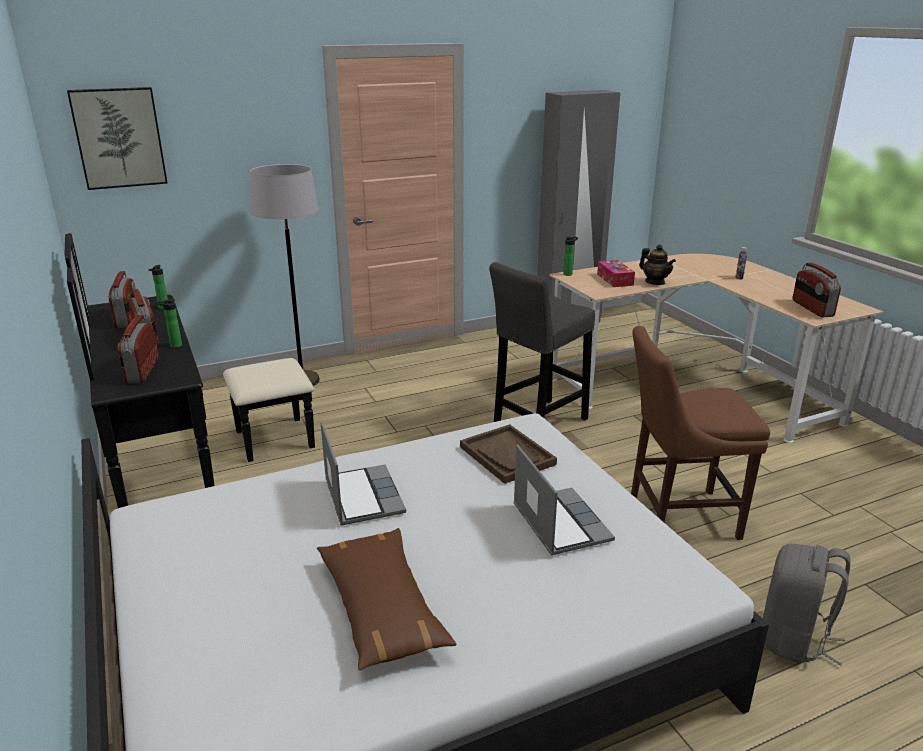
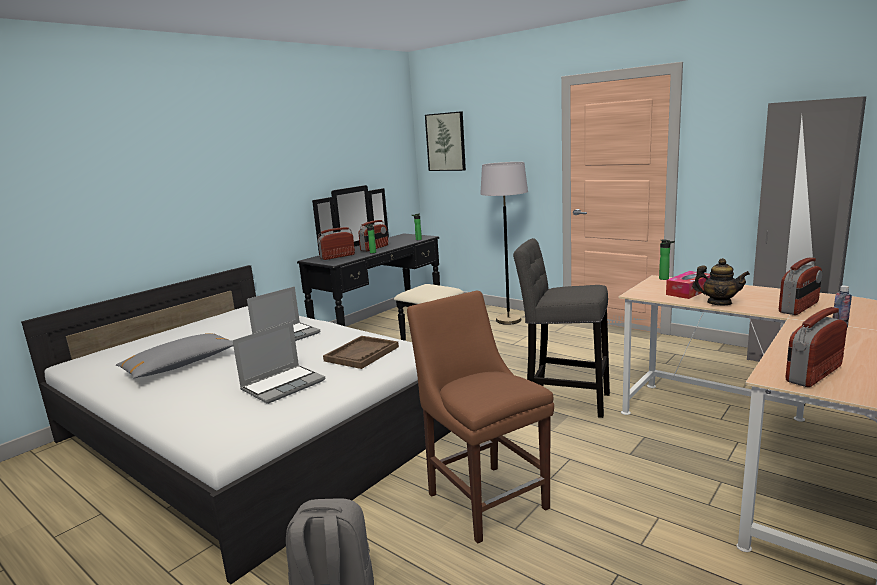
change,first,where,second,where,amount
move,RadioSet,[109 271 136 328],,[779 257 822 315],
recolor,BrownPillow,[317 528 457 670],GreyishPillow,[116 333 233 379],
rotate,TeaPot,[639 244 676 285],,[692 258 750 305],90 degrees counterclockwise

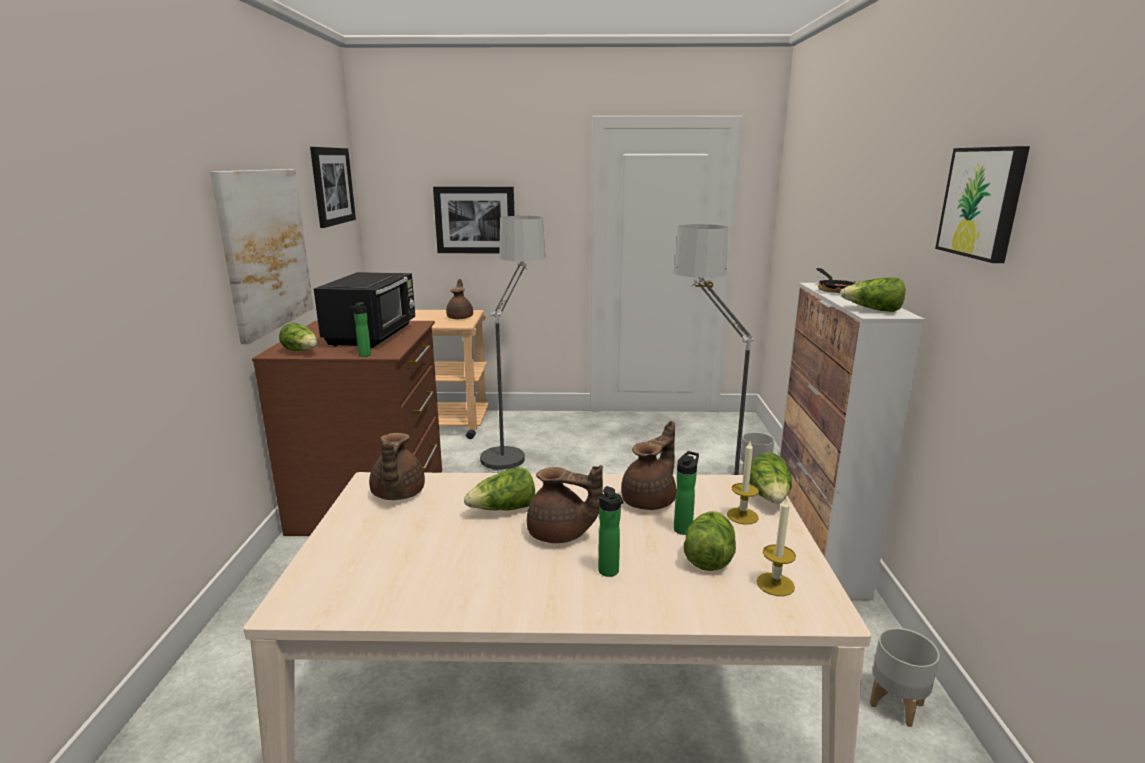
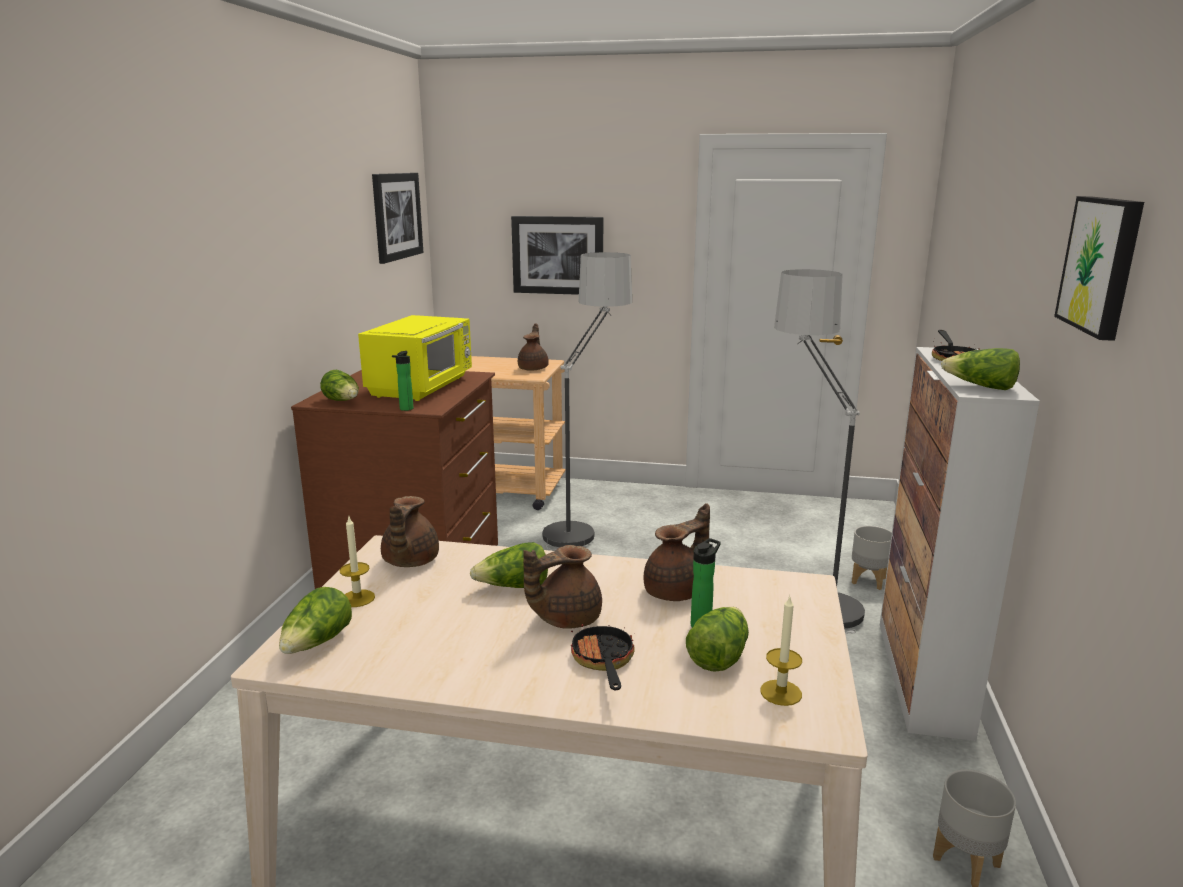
change,first,where,second,where,amount
delete,WallPicture,[211 169 314 344],,,
recolor,BlackishMicrowaveOven,[314 272 415 348],YellowMicrowaveOven,[358 315 472 401],
rotate,BrownTeaPot,[527 465 603 543],,[523 545 602 629],120 degrees clockwise
replace,DrinkBottle,[598 486 623 577],Pan,[571 615 635 690],
move,Candle,[727 441 759 525],,[340 517 375 607],
move,HeadOfLettuce,[749 453 792 503],,[279 587 352 654],

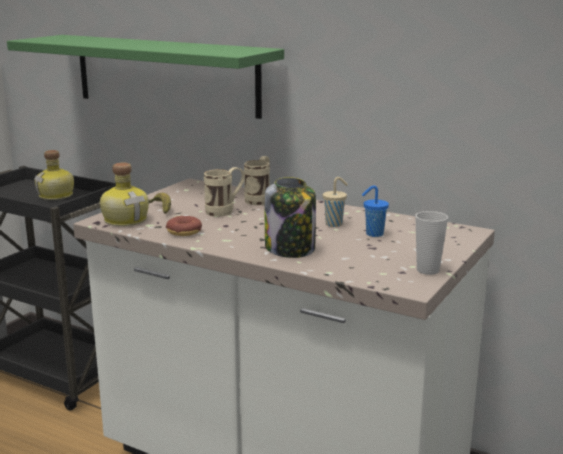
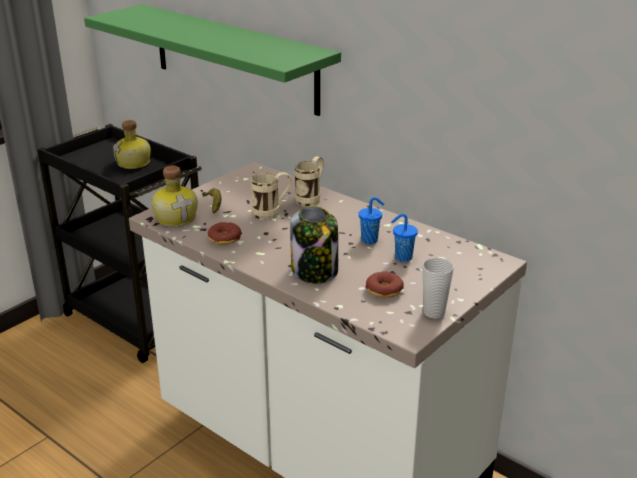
change,first,where,second,where,amount
recolor,BeigeColouredCup,[323 177 348 227],BlueColouredCup,[359 197 384 244],
insert,,,Donut,[365 272 404 298],

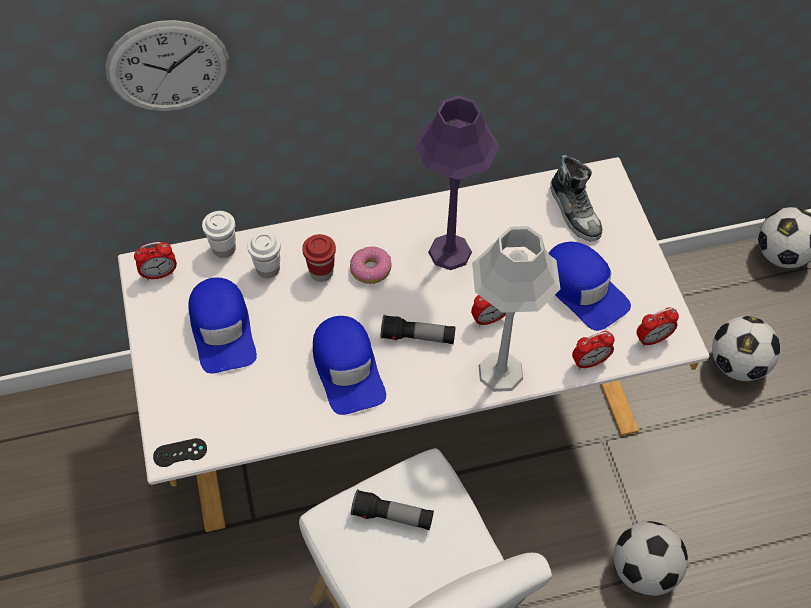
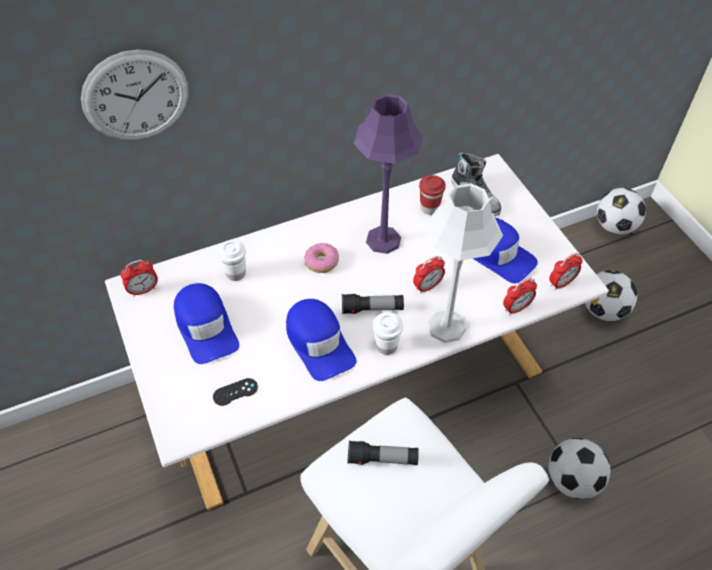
change,first,where,second,where,amount
move,BlackishJoypad,[153 438 207 467],,[213 378 258 406],
move,WhitishCup,[202 211 236 258],,[373 312 403 355],
move,RedCup,[302 234 336 282],,[419 175 446 215],

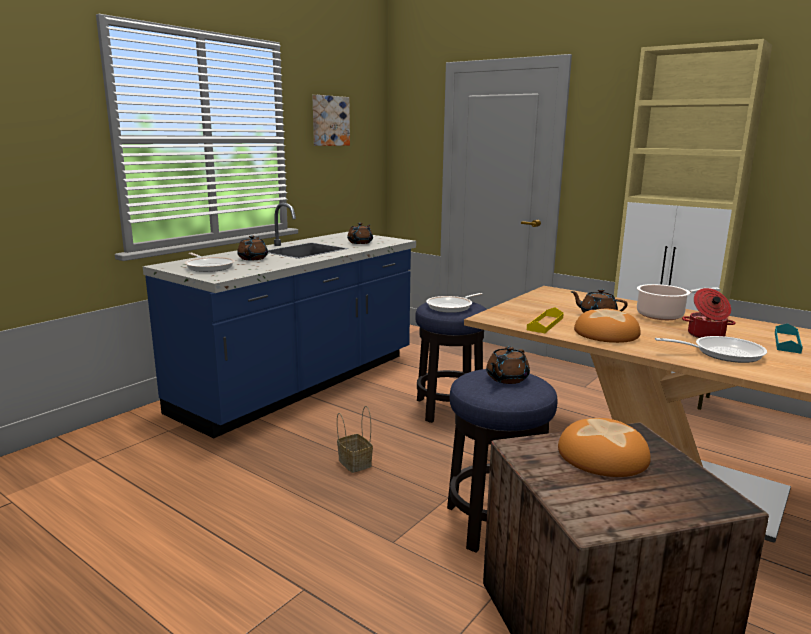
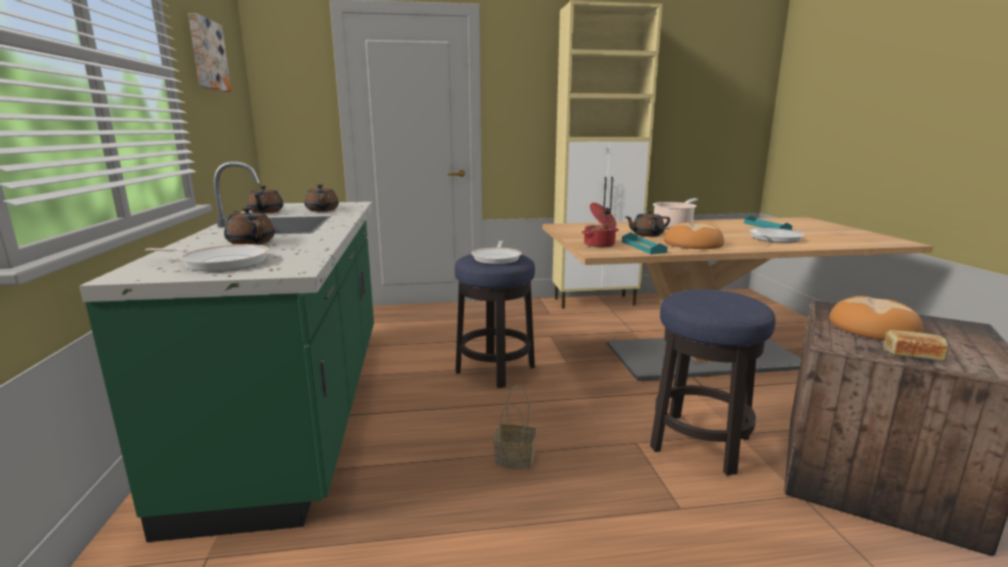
change,first,where,second,where,amount
recolor,BlueColouredKitchenCounter,[143 203 416 438],GreenColouredKitchenCounter,[79 162 374 542],
move,BrownTeaPot,[486 346 530 384],,[247 186 283 213],
recolor,YellowTray,[527 307 564 333],BlueGreenTray,[622 232 668 254],
move,CookingPot,[682 288 736 338],,[581 203 619 247],
insert,,,BakedBread,[884 330 949 361],

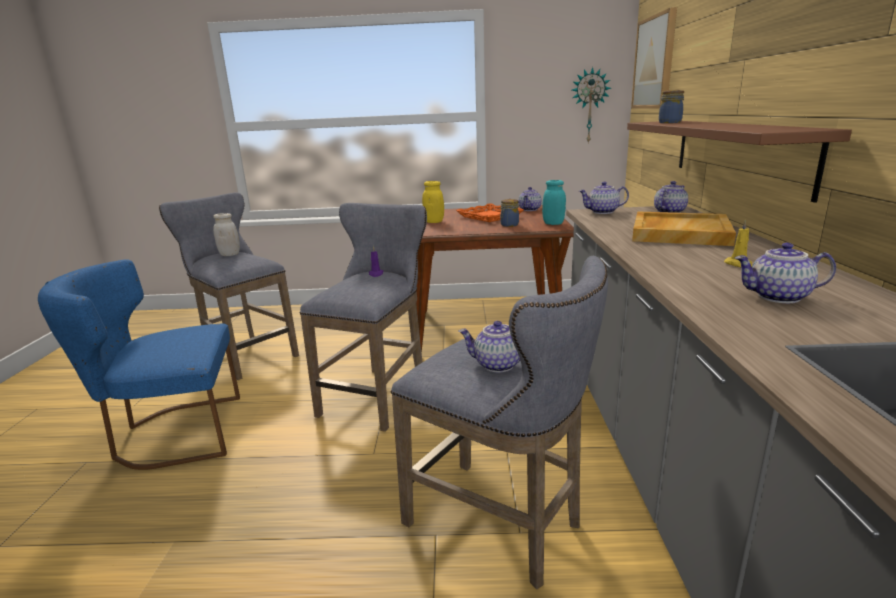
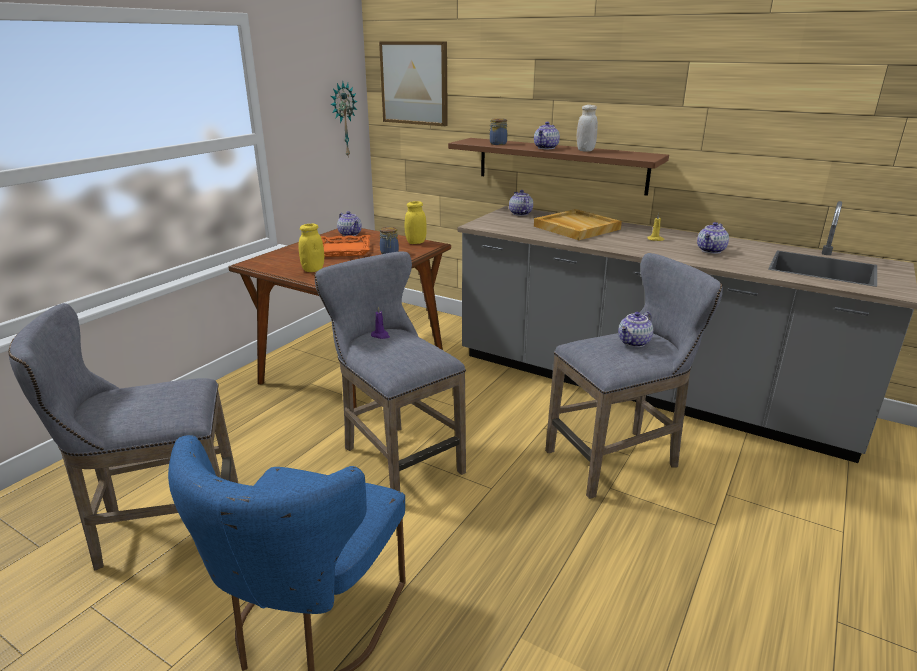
change,first,where,second,where,amount
move,WhitishStorageJar,[213 213 240 256],,[577 105 598 152],
recolor,BlueGreenStorageJar,[542 180 566 225],YellowStorageJar,[405 201 427 244],
move,TeaPot,[579 182 629 214],,[534 122 560 149],

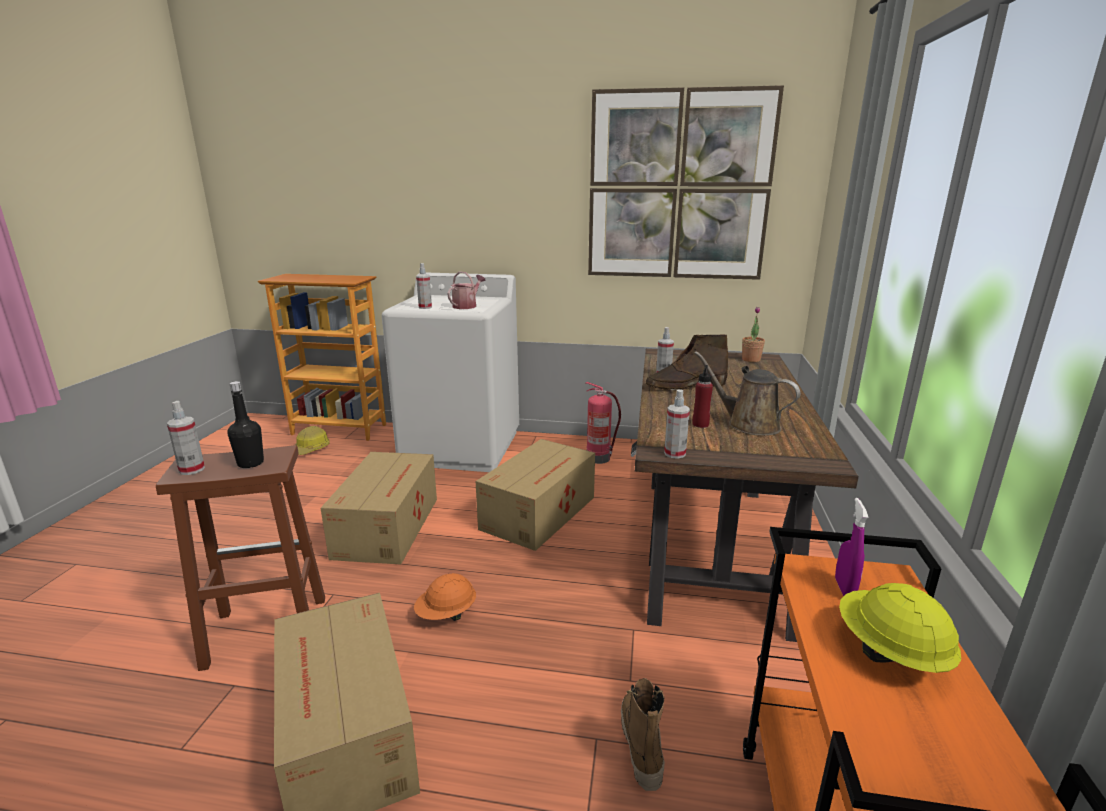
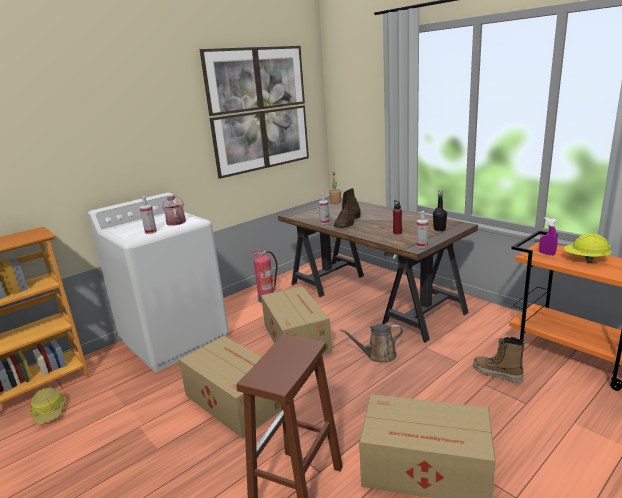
change,first,where,second,where,amount
delete,Sprayer,[167 401 205 475],,,
move,BlackishDrinkBottle,[227 381 264 468],,[433 190 447 231],
delete,OrangeColouredWorkHelmet,[414 573 476 621],,,
move,BrownWateringCan,[694 352 800 436],,[340 324 403 363],

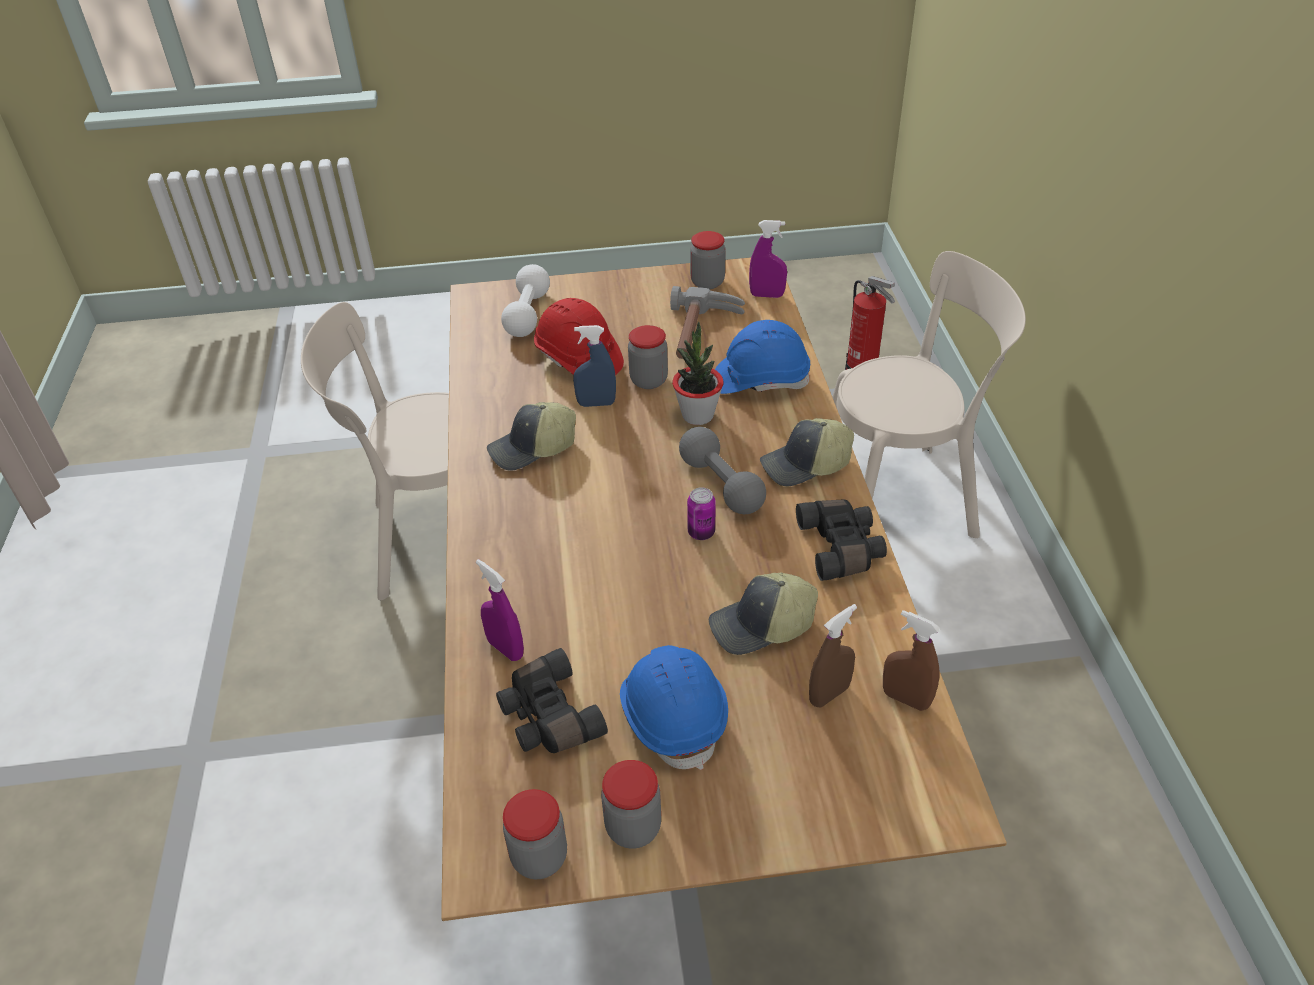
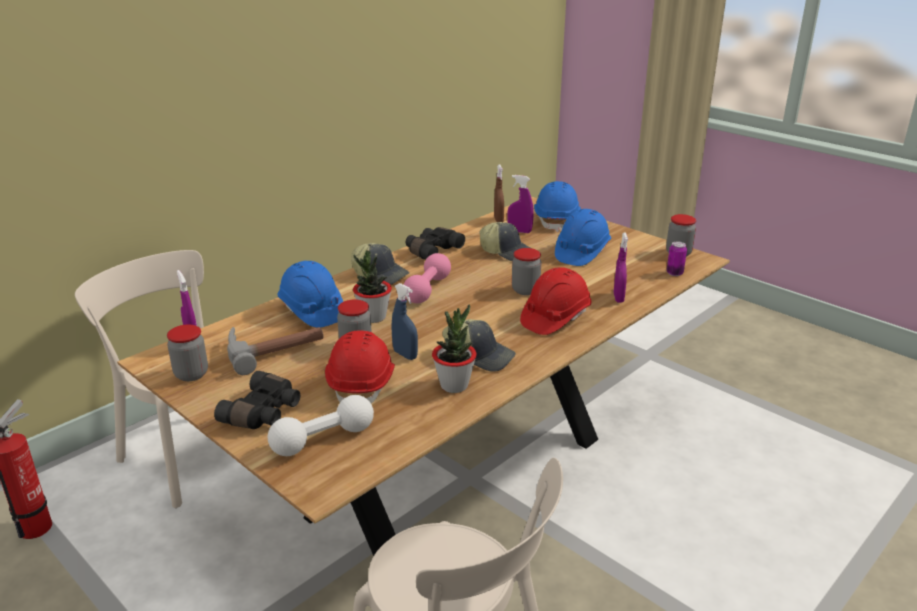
change,first,where,second,where,amount
move,BlackishFieldGlasses,[496 648 608 753],,[214 371 300 429],
move,StorageJar,[601 760 661 849],,[512 248 541 295],
recolor,GreyishFreeWeight,[679 427 766 514],PinkColouredFreeWeight,[404 253 451 303],
move,MetalCan,[687 487 716 540],,[667 241 687 276],
recolor,BrownSprayer,[809 604 857 708],PurpleColouredSprayer,[508 175 534 233],
insert,,,PottedPlant,[432 304 477 393],
insert,,,RedWorkHelmet,[520 267 591 335],
insert,,,BlueColouredWorkHelmet,[534 181 581 232],

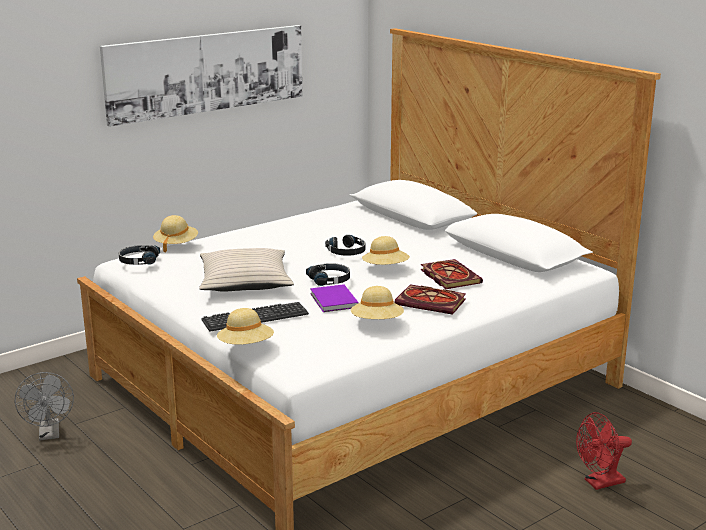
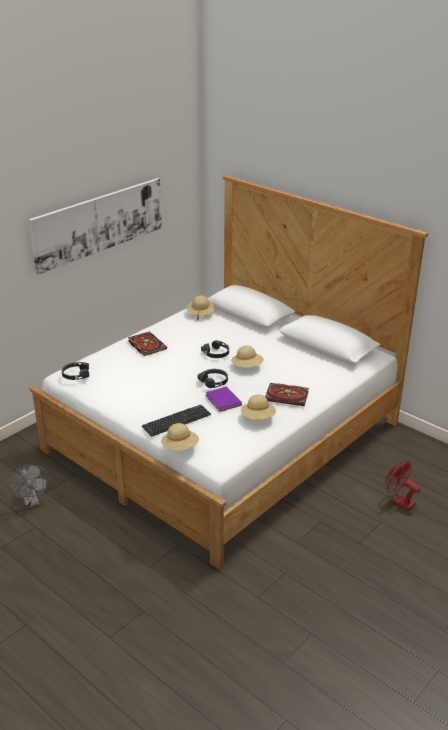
change,first,where,second,where,amount
move,BeigeColouredWearableHat,[153 215 198 253],,[187 295 215 321],
delete,BeigeColouredPillow,[199 248 294 291],,,
move,BoundBook,[420 259 483 289],,[128 331 167 356],
rotate,RedCoolingFan,[576 412 632 490],,[385 460 421 511],75 degrees clockwise

